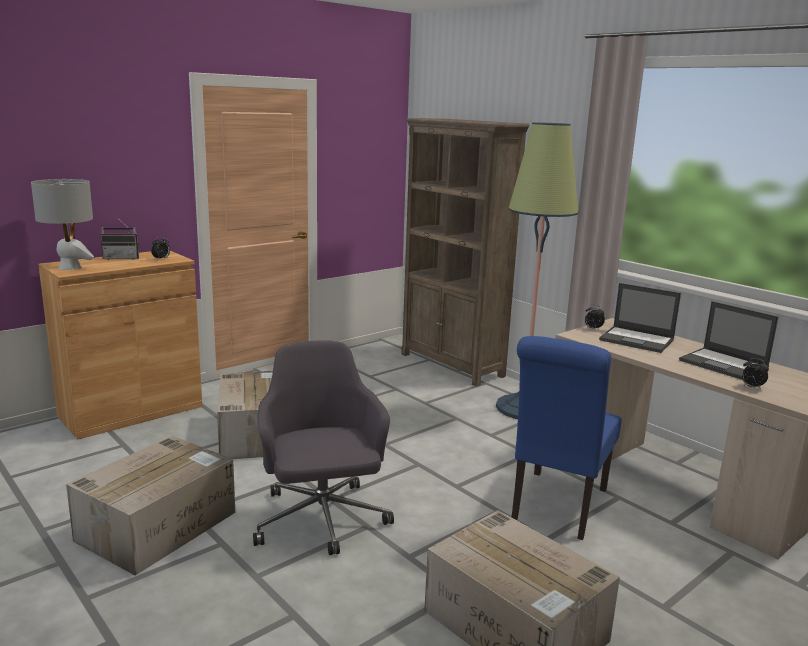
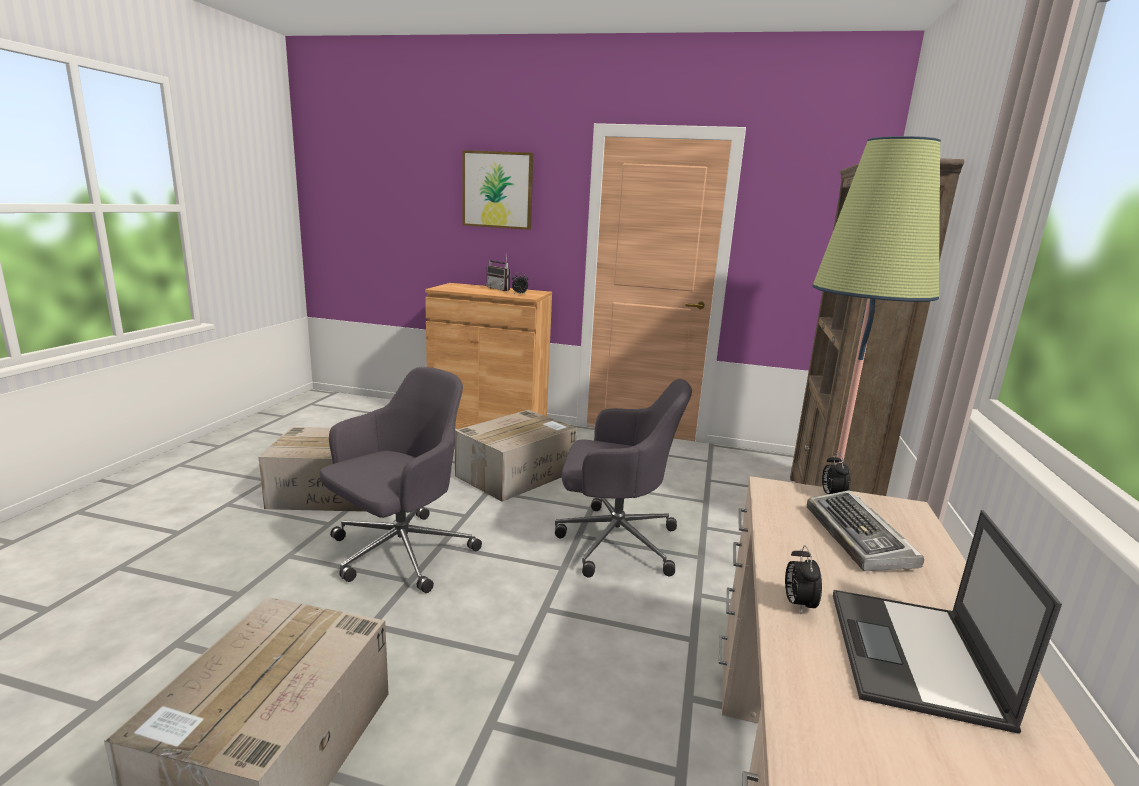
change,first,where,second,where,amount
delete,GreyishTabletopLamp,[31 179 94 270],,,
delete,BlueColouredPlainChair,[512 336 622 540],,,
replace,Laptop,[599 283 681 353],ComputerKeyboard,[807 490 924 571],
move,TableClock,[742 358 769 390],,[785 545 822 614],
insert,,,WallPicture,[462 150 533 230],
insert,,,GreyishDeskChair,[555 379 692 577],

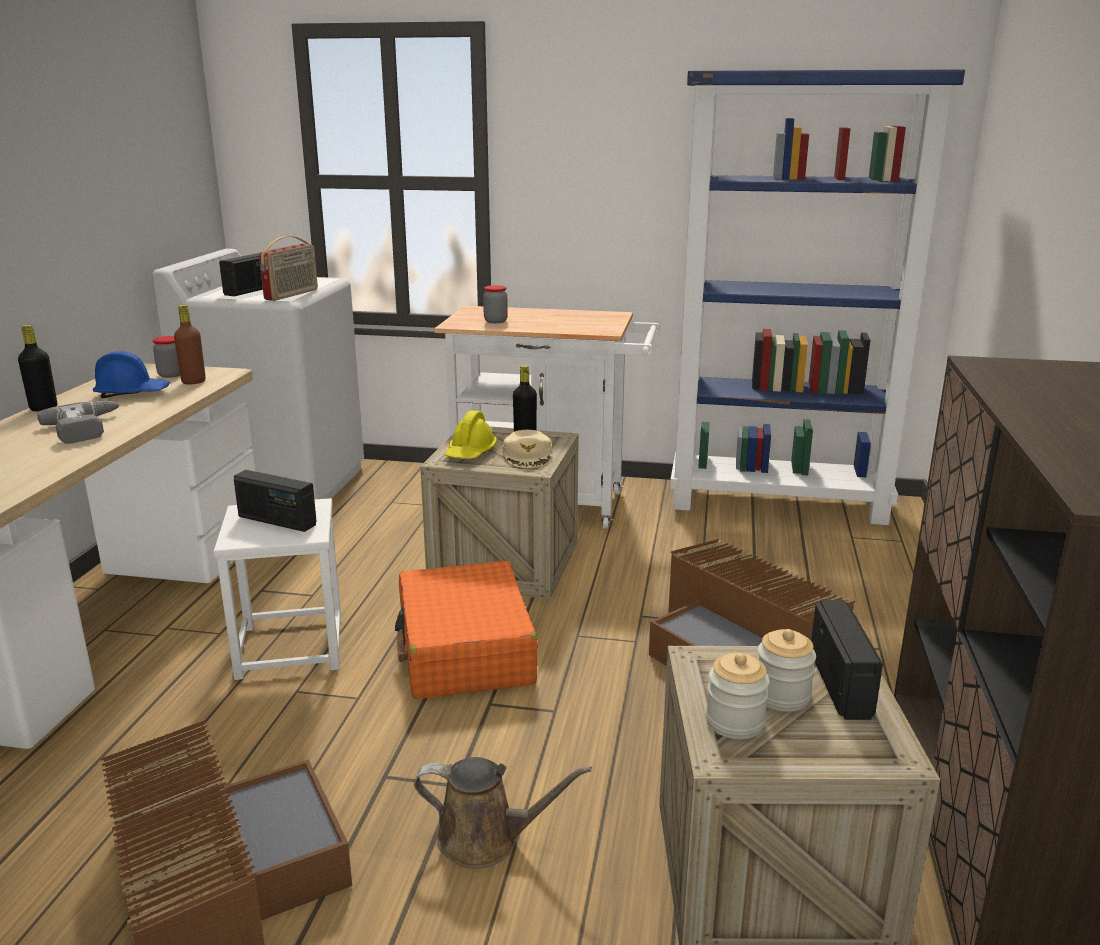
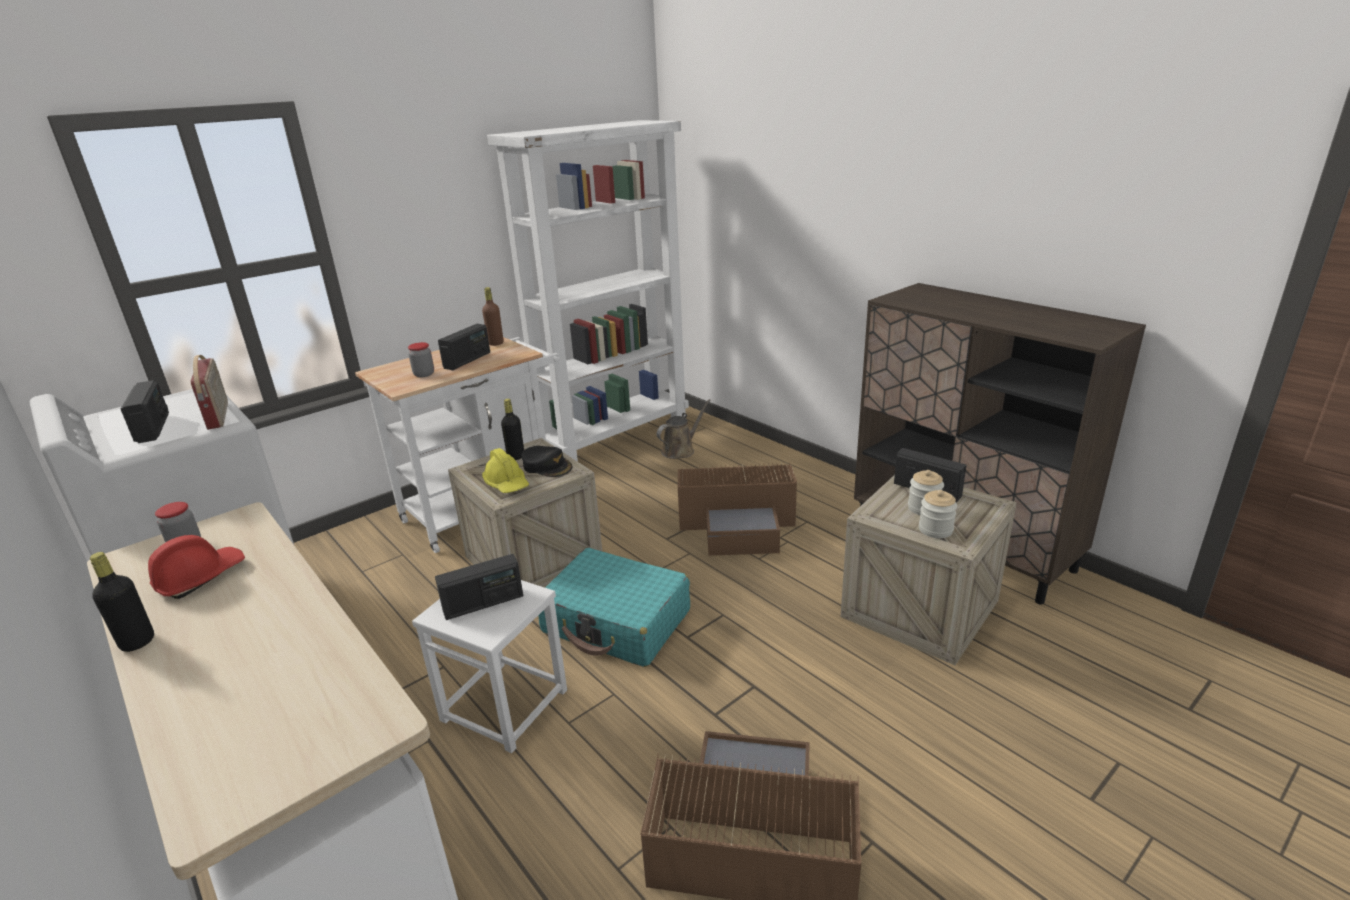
change,first,where,second,where,amount
delete,Drill,[37 401 120 444],,,
recolor,BlueColouredWorkHelmet,[93 351 170 398],RedWorkHelmet,[148 535 245 599],
move,BrownDrinkBottle,[174 305 206 384],,[482 287 504 346],
recolor,OrangeColouredPieceOfLuggage,[395 561 538 699],BlueGreenPieceOfLuggage,[538 548 690 667],
move,BrownWateringCan,[414 757 592 869],,[657 399 711 459],
recolor,BeigeColouredBaseballCap,[503 430 552 468],BlackishBaseballCap,[521 446 573 477],
recolor,BlueColouredShelvingUnit,[670 69 965 525],WhitishShelvingUnit,[487 120 689 462],
insert,,,RadioSet,[438 324 490 370],

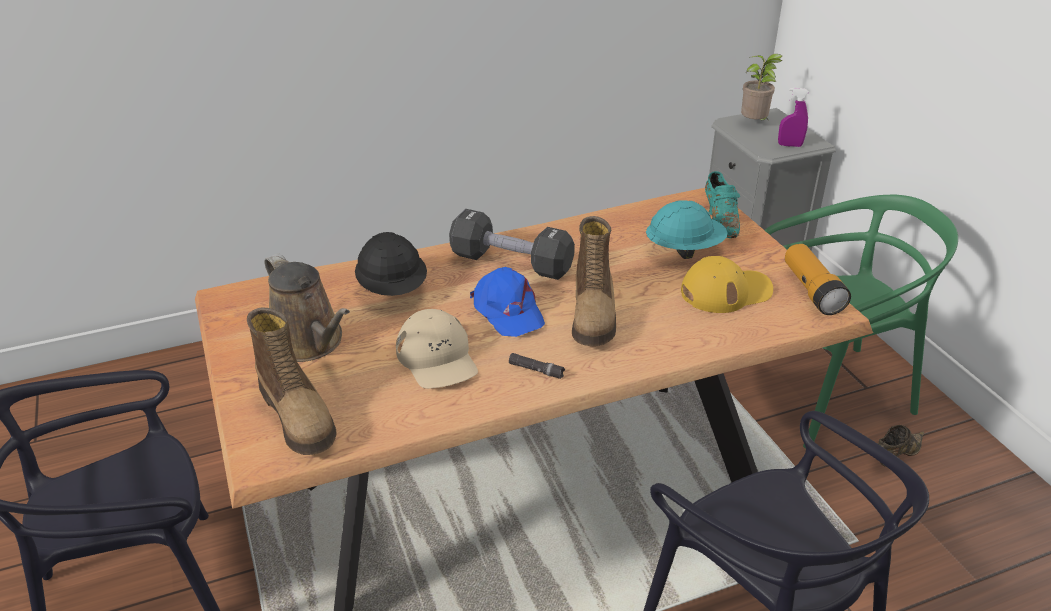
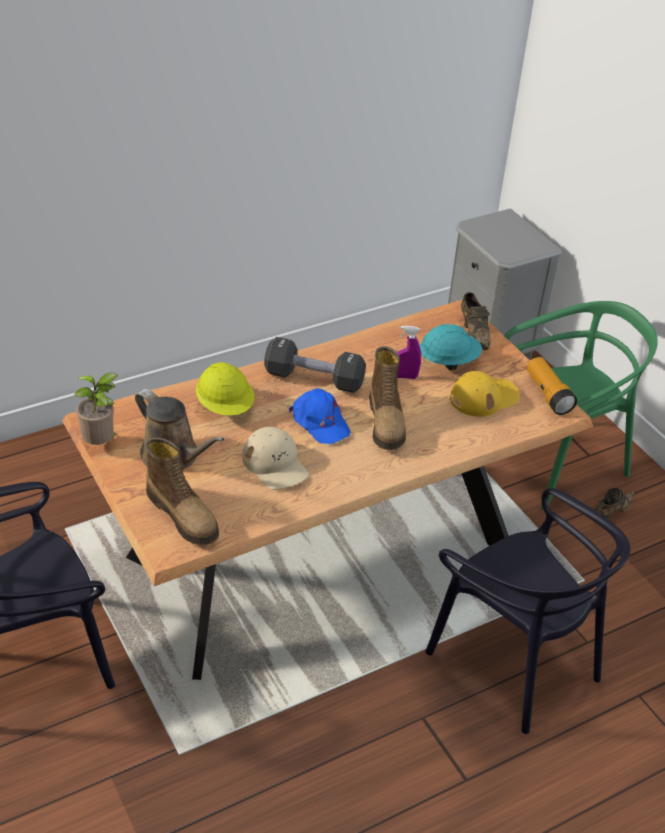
change,first,where,second,where,amount
recolor,BlackishWorkHelmet,[355 232 427 296],YellowWorkHelmet,[196 362 255 416],
delete,BlackishFlashlight,[509 353 565 379],,,
recolor,BlueGreenItemOfFootwear,[705 171 740 238],BrownItemOfFootwear,[461 292 490 350],
move,PottedPlant,[741 54 782 120],,[74 373 119 445],
move,PurpleColouredSprayer,[778 88 809 147],,[397 326 421 379],

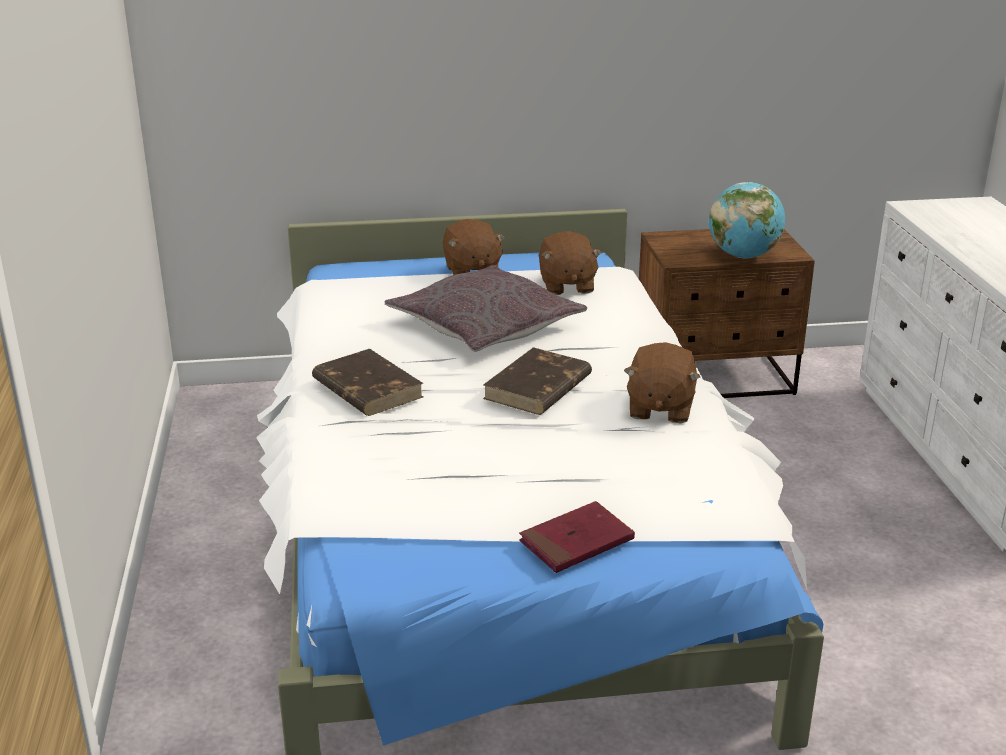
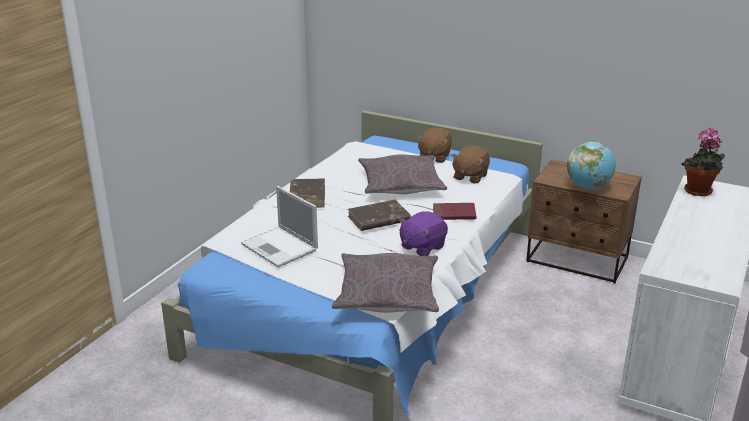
change,first,where,second,where,amount
move,RedBoundBook,[519 501 635 573],,[433 203 476 220],
recolor,BrownCuddlyToy,[624 342 700 423],PurpleColouredCuddlyToy,[399 211 448 256],
insert,,,Laptop,[241 186 318 268],
insert,,,GreyishPillow,[332 253 439 313],
insert,,,PottedPlant,[681 128 725 196],

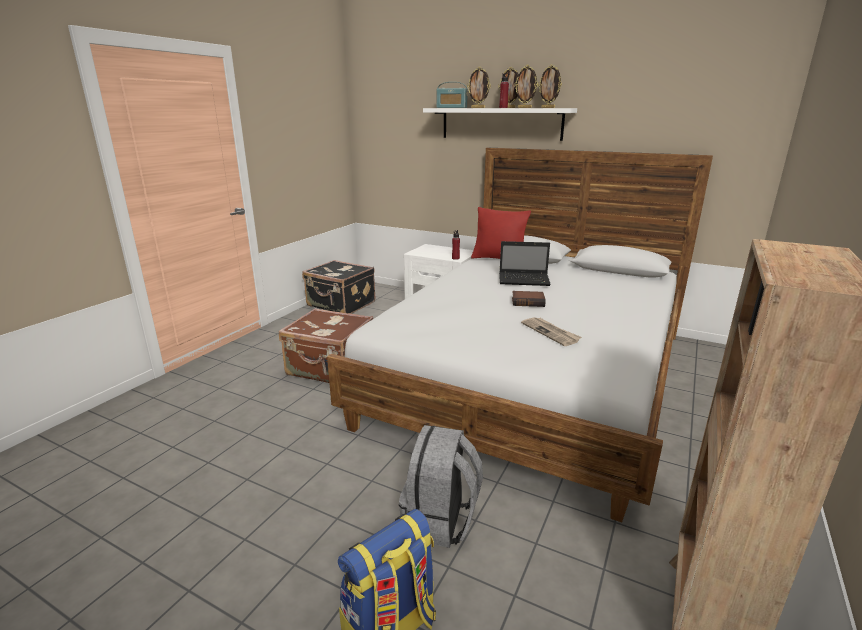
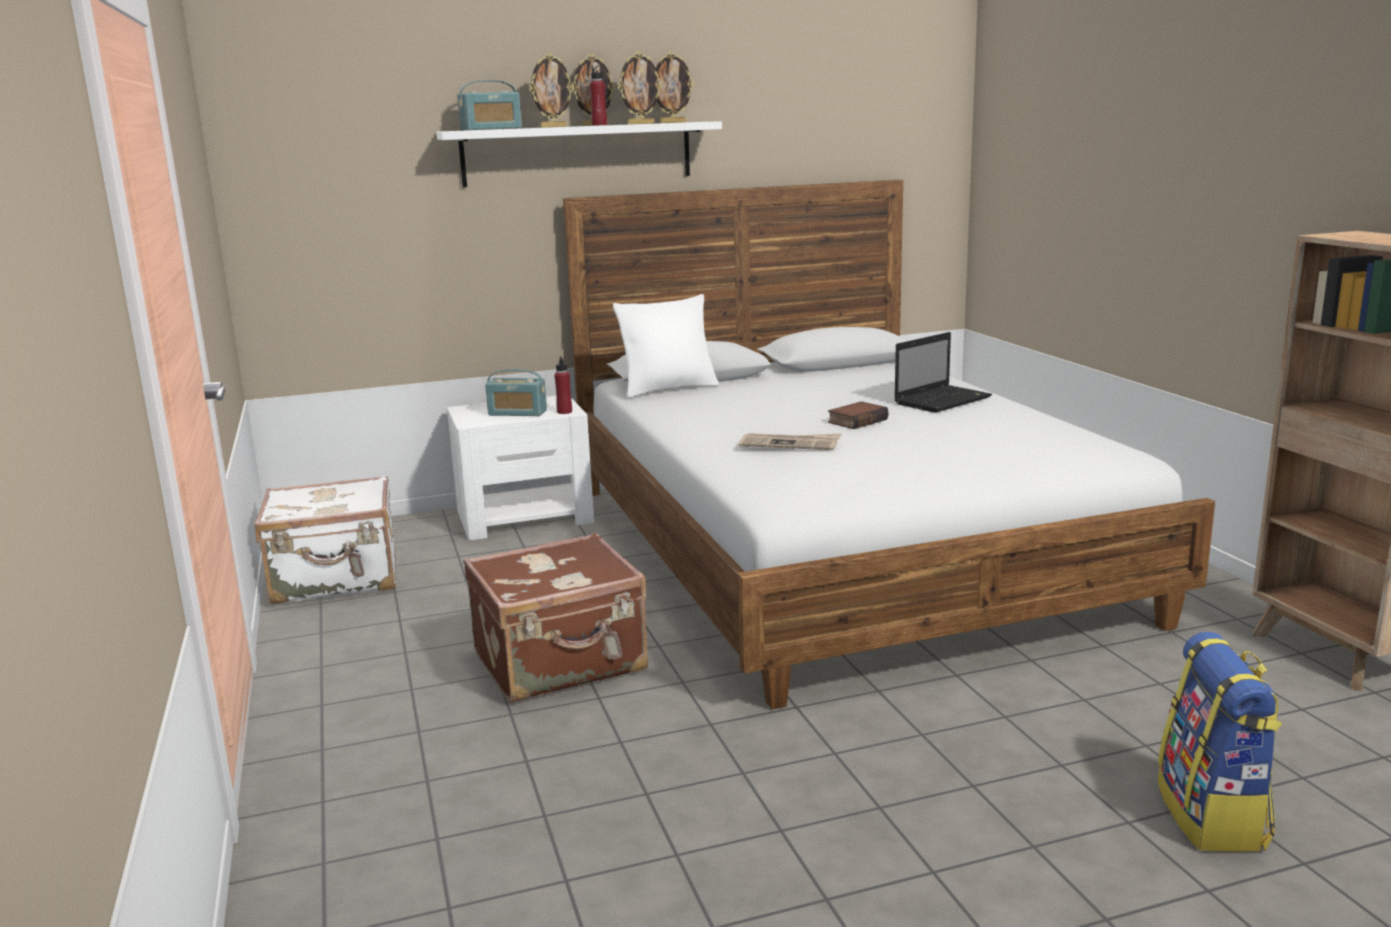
change,first,where,second,where,amount
recolor,BlackishPieceOfLuggage,[302 260 376 314],WhitishPieceOfLuggage,[254 475 396 604],
delete,GreyishKnapsack,[399 425 483 548],,,
recolor,RedPillow,[471 207 531 259],WhitishPillow,[613 294 719 398],
move,Laptop,[499 241 551 286],,[894 332 992 413],
move,PrintedPaper,[521 317 582 346],,[739 433 841 450],
insert,,,RadioSet,[485 369 547 416],

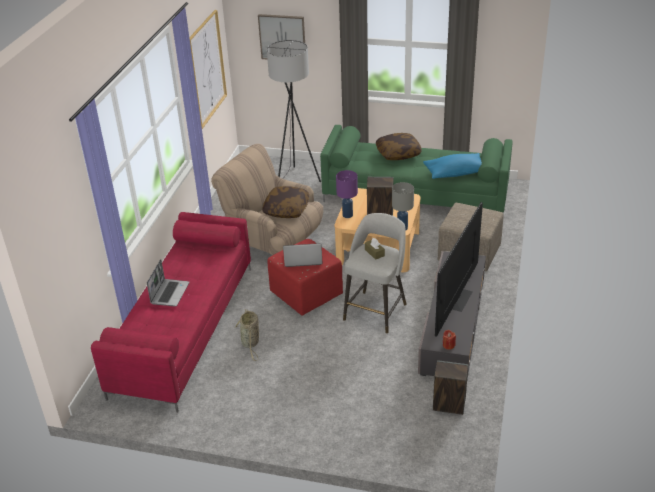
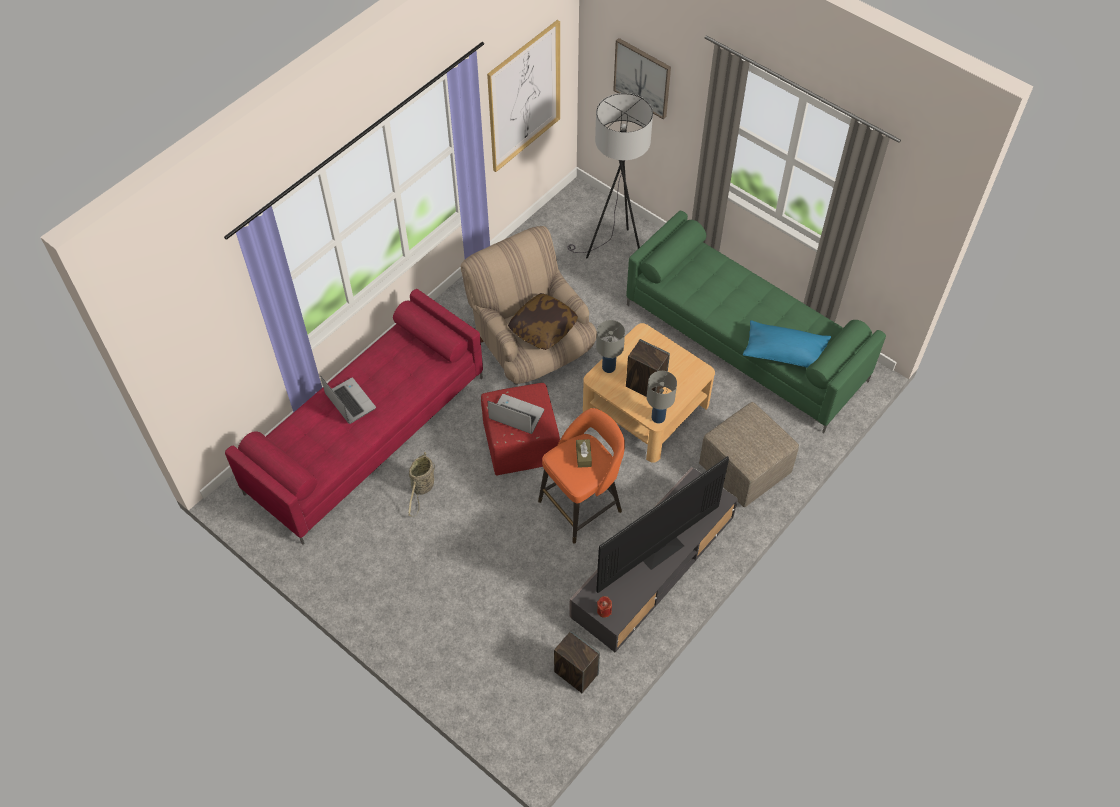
change,first,where,second,where,amount
rotate,Laptop,[147 259 189 306],,[320 375 376 424],75 degrees counterclockwise
recolor,PurpleColouredTabletopLamp,[336 170 358 218],GreyishTabletopLamp,[596 320 625 373],
recolor,GreyishSittingStool,[343 213 407 333],OrangeColouredSittingStool,[538 408 625 543],
delete,Pillow,[376 133 422 160],,,

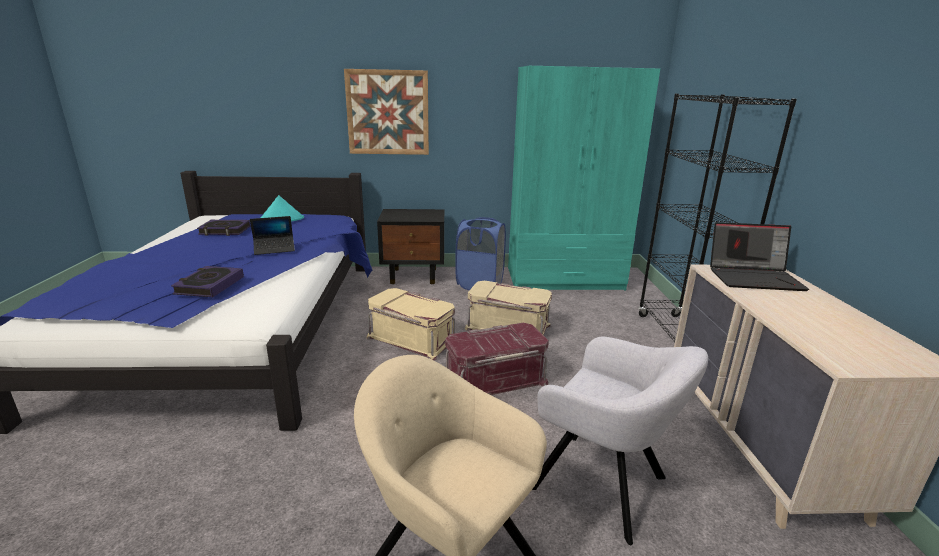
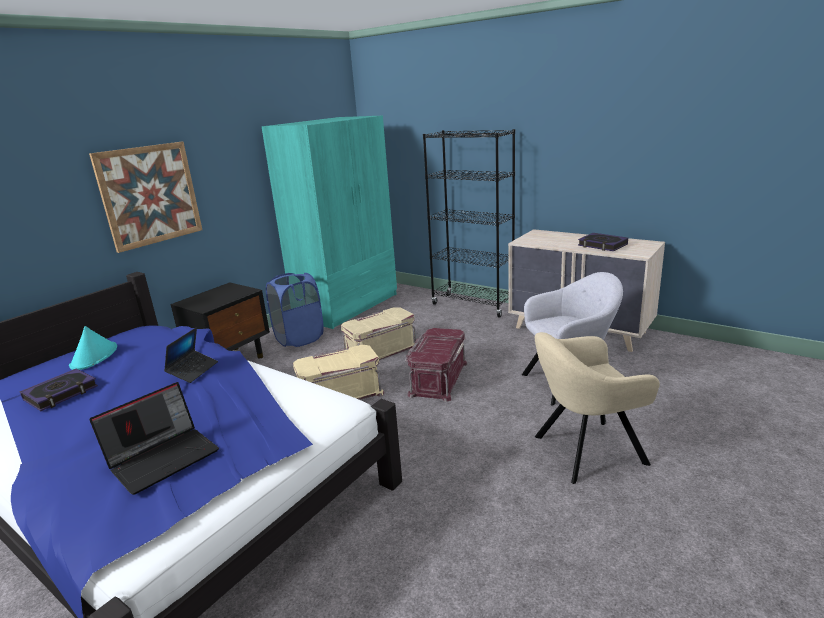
change,first,where,second,where,amount
move,BoundBook,[171 266 244 297],,[578 233 628 251],
move,Laptop,[710 222 809 291],,[89 382 219 495],

